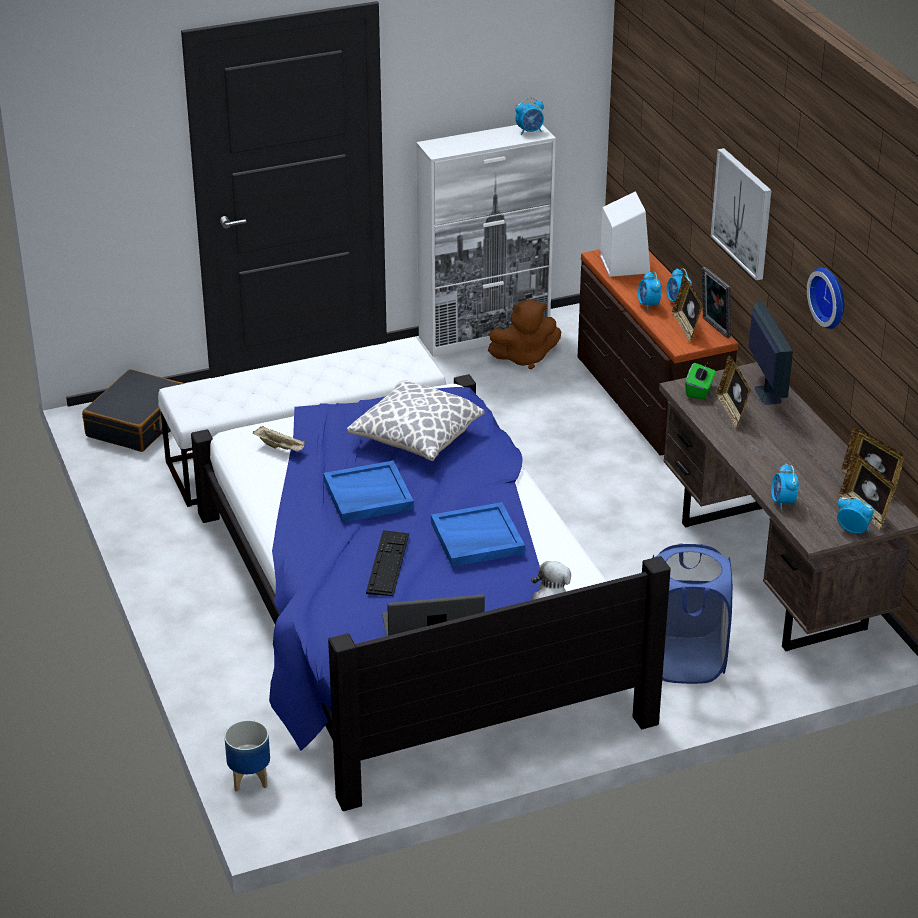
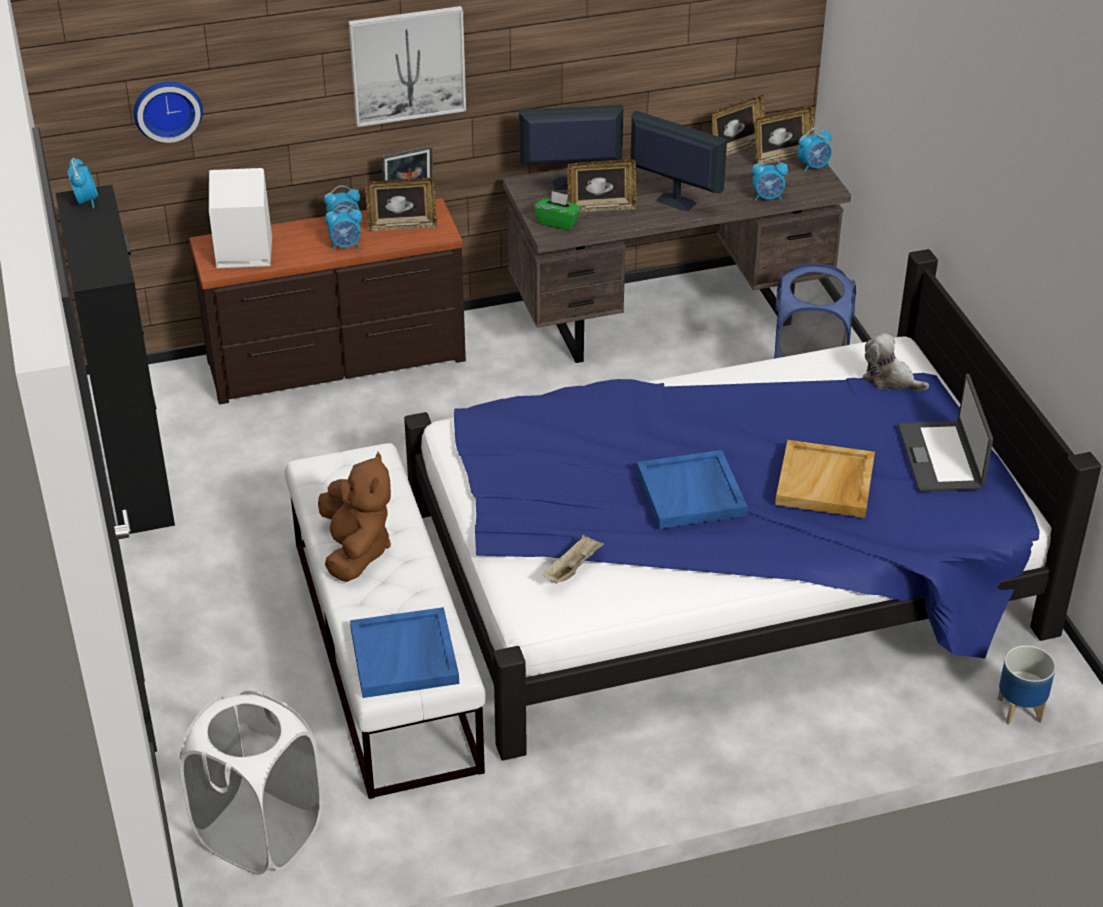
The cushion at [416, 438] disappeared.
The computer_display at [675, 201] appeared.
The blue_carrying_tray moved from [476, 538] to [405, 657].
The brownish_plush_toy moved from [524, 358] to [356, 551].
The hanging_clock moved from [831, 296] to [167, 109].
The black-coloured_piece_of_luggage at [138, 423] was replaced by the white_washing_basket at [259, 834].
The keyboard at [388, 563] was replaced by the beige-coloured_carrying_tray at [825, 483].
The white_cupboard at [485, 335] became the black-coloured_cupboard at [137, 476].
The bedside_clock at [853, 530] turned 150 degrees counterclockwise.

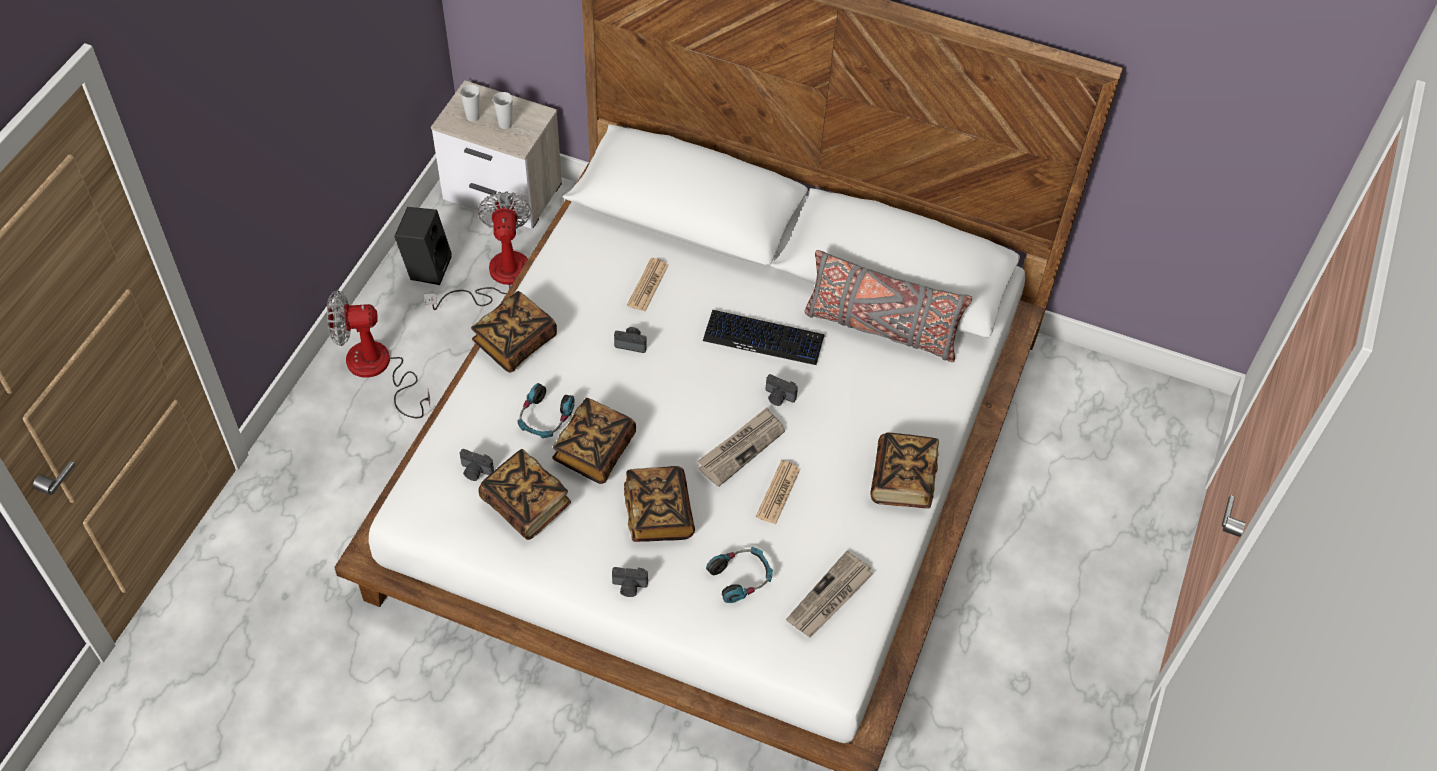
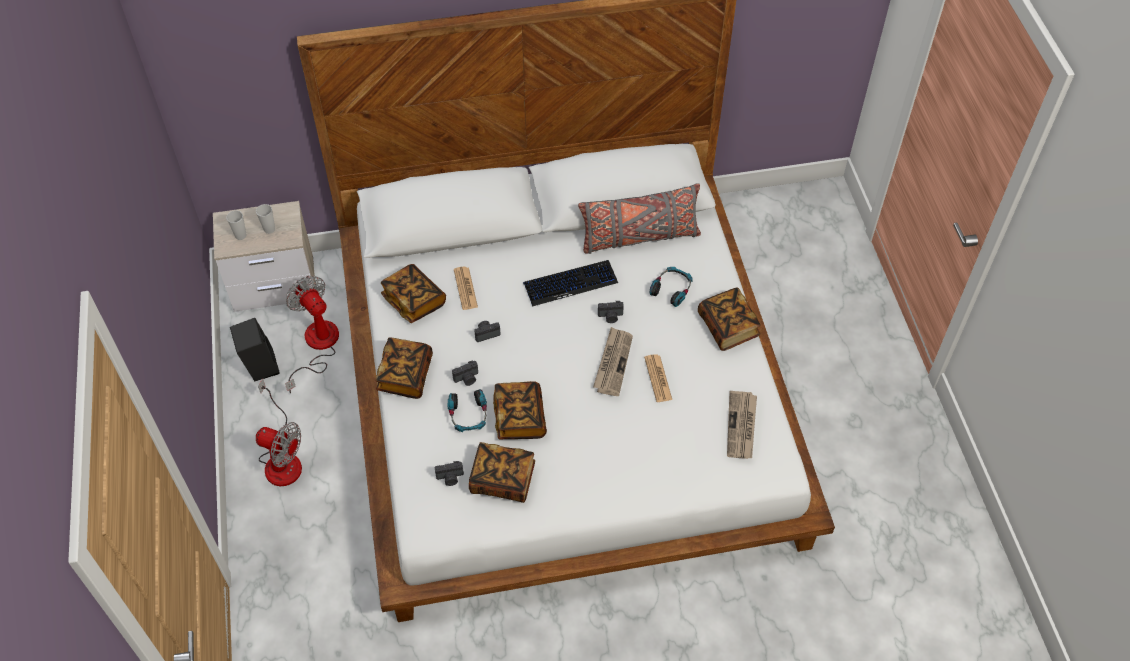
The photo_camera moved from [629, 587] to [467, 379].
The bound_book moved from [658, 514] to [414, 301].
The pair_of_headphones moved from [740, 577] to [671, 289].
The cooling_fan at [378, 370] turned 120 degrees counterclockwise.

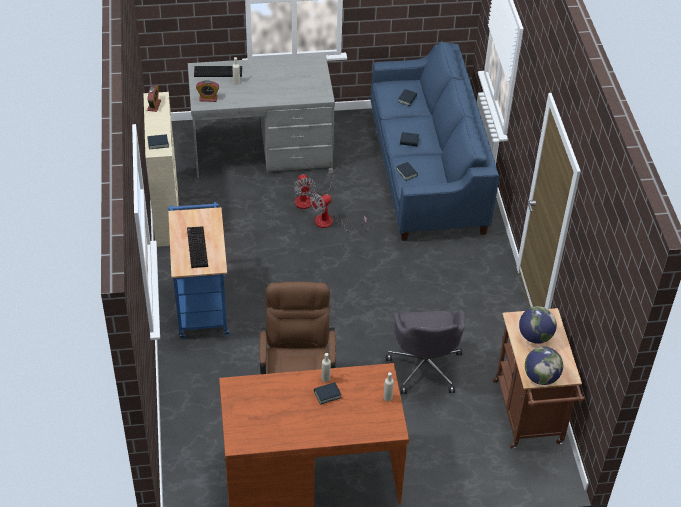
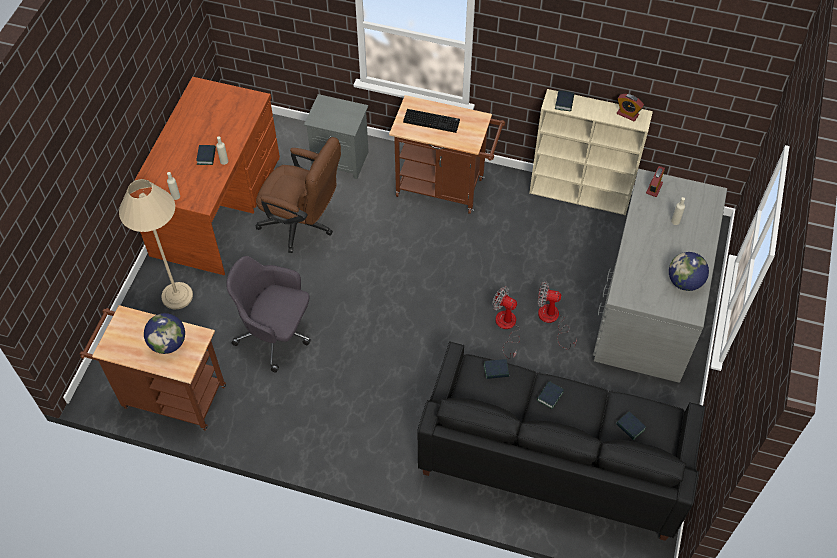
The keyboard at [218, 71] disappeared.
The beige-coloured_standard_lamp at [177, 296] appeared.
The grey_night_table at [341, 159] appeared.
The desk_globe moved from [541, 377] to [684, 282].
The blue_wheeled_cart at [201, 302] became the brownish_wheeled_cart at [445, 188].
The blue_sofa at [426, 171] became the black-coloured_sofa at [553, 458].
The cooling_fan at [330, 223] turned 45 degrees counterclockwise.

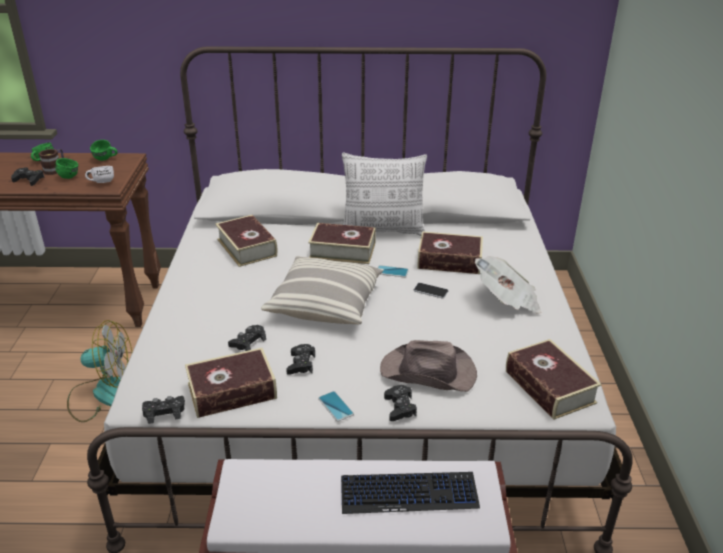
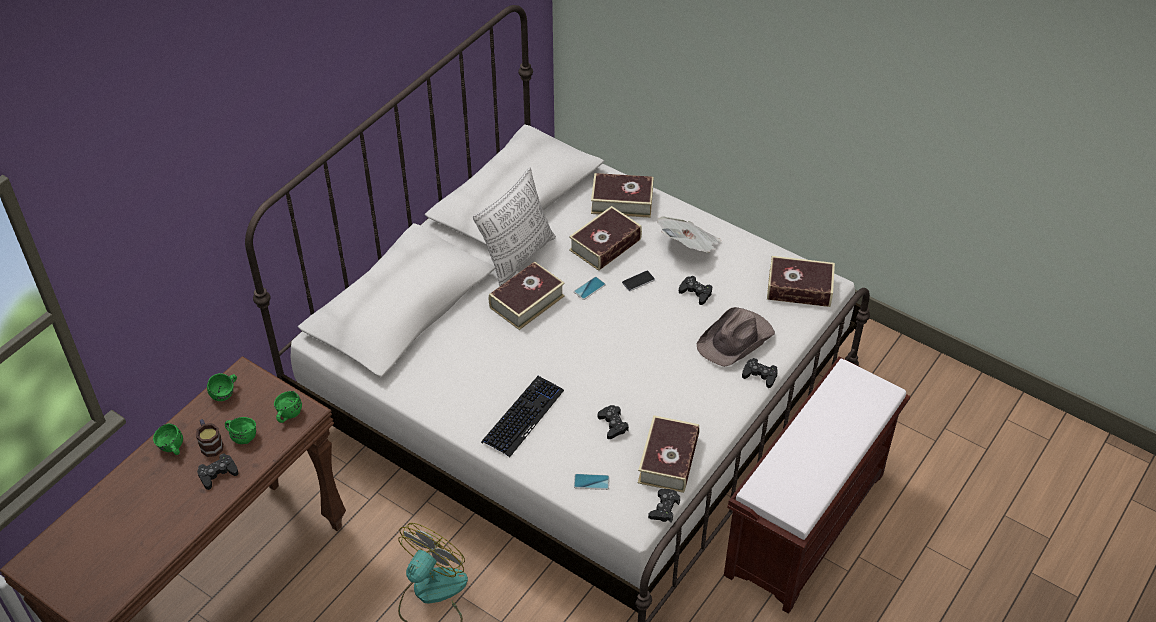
The cushion at [325, 304] disappeared.
The bound_book moved from [247, 247] to [622, 201].
The black-coloured_game_controller moved from [301, 364] to [695, 293].
The phone moved from [335, 406] to [591, 482].
The keyboard moved from [409, 493] to [523, 416].
The white_coffee_mug at [101, 182] became the green-coloured_coffee_mug at [287, 415].

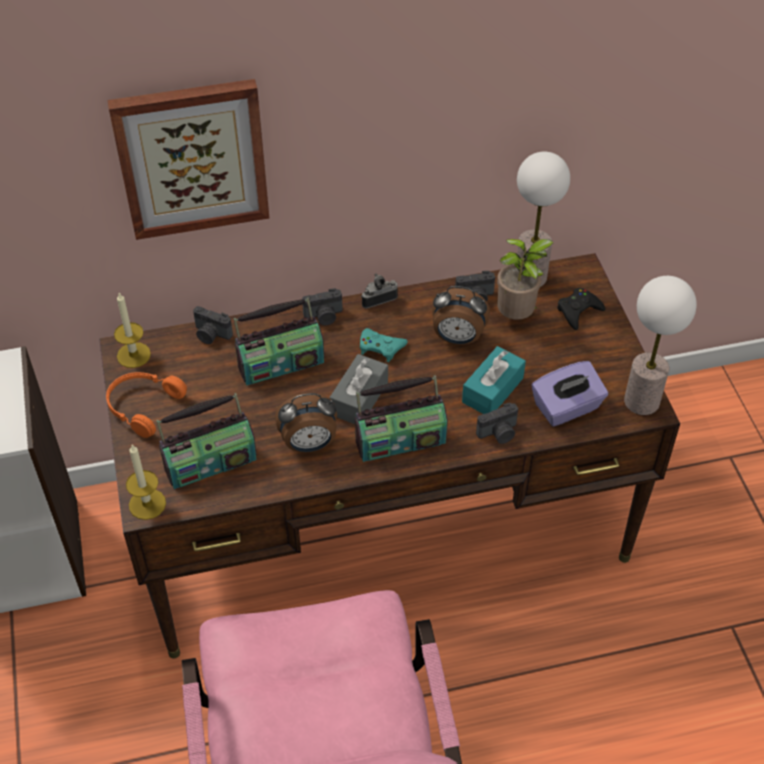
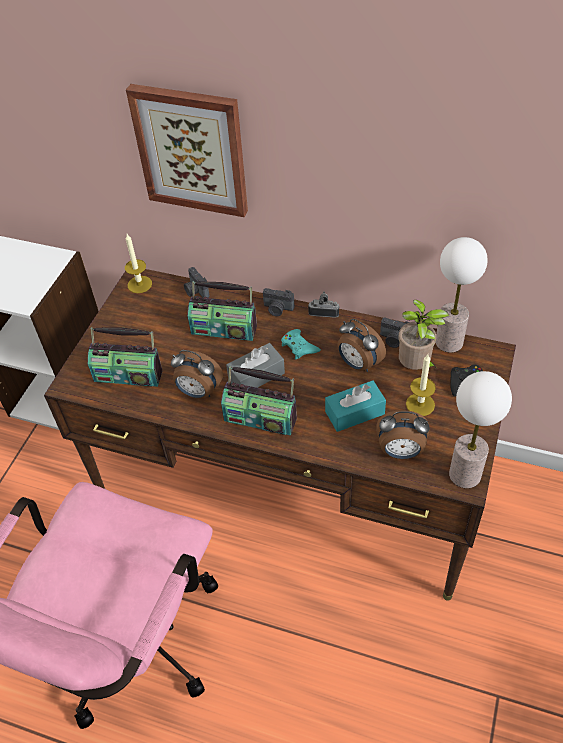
The orangey_pair_of_headphones at [142, 406] disappeared.
The photo_camera at [499, 433] disappeared.
The candle moved from [147, 504] to [420, 404].
The purple-coloured_tissue_holder at [567, 408] was replaced by the bedside_clock at [400, 452].

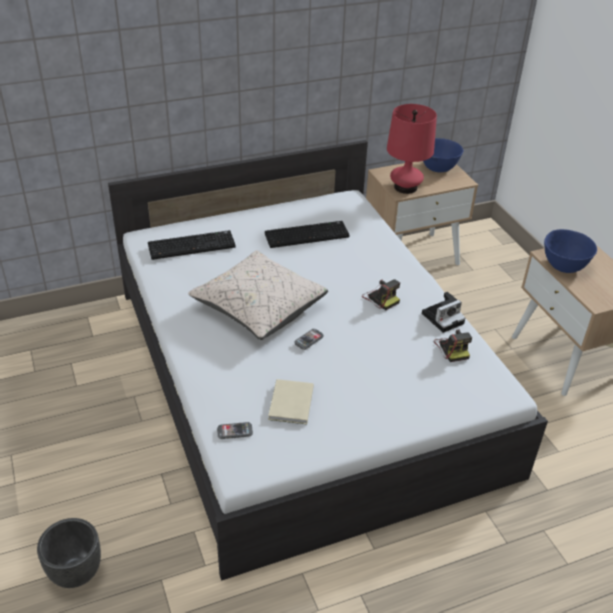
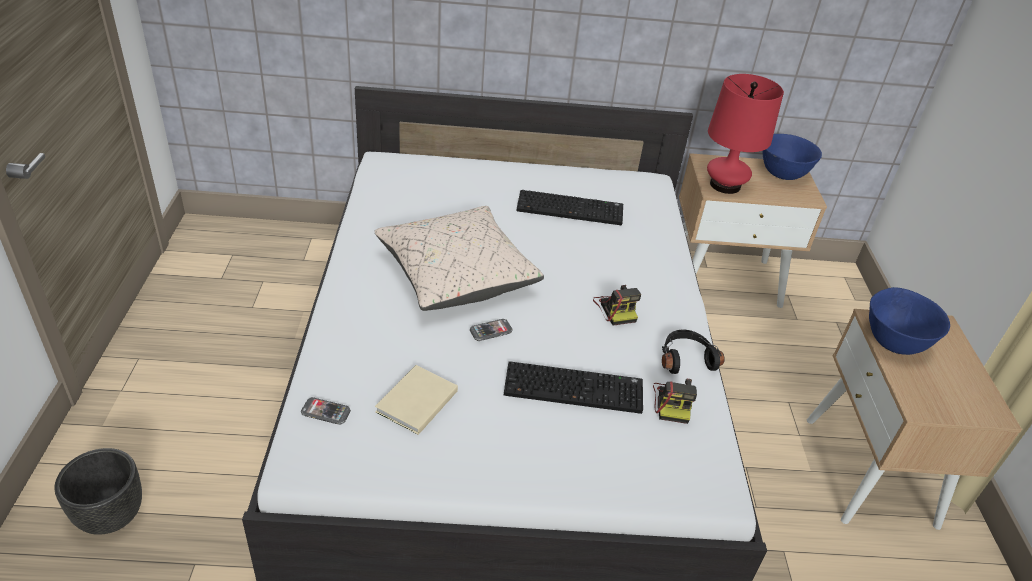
The keyboard moved from [192, 245] to [575, 387].
The photo_camera at [443, 317] was replaced by the black-coloured_pair_of_headphones at [686, 358].

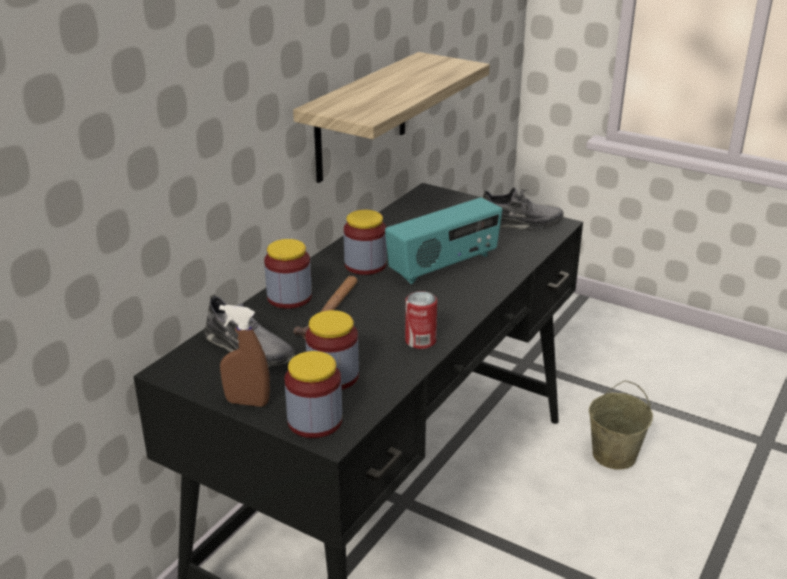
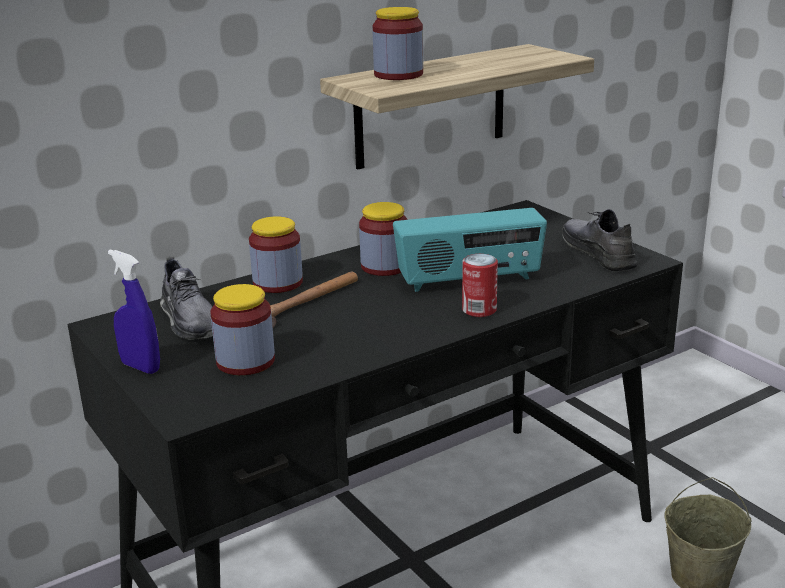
The jar moved from [315, 421] to [398, 75].
The sealed_can moved from [420, 341] to [479, 310].
The brownish_sprayer at [247, 402] became the blue_sprayer at [140, 367].
The grey_shoe at [518, 223] turned 135 degrees counterclockwise.

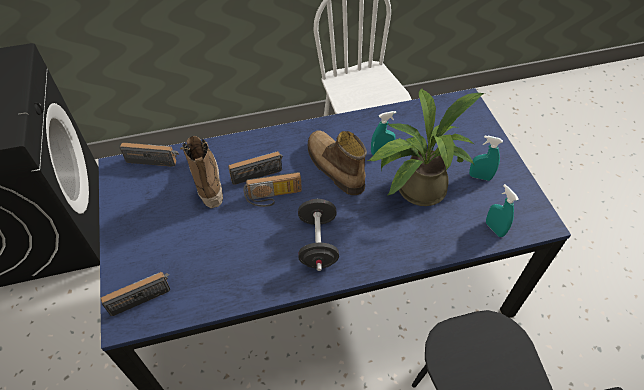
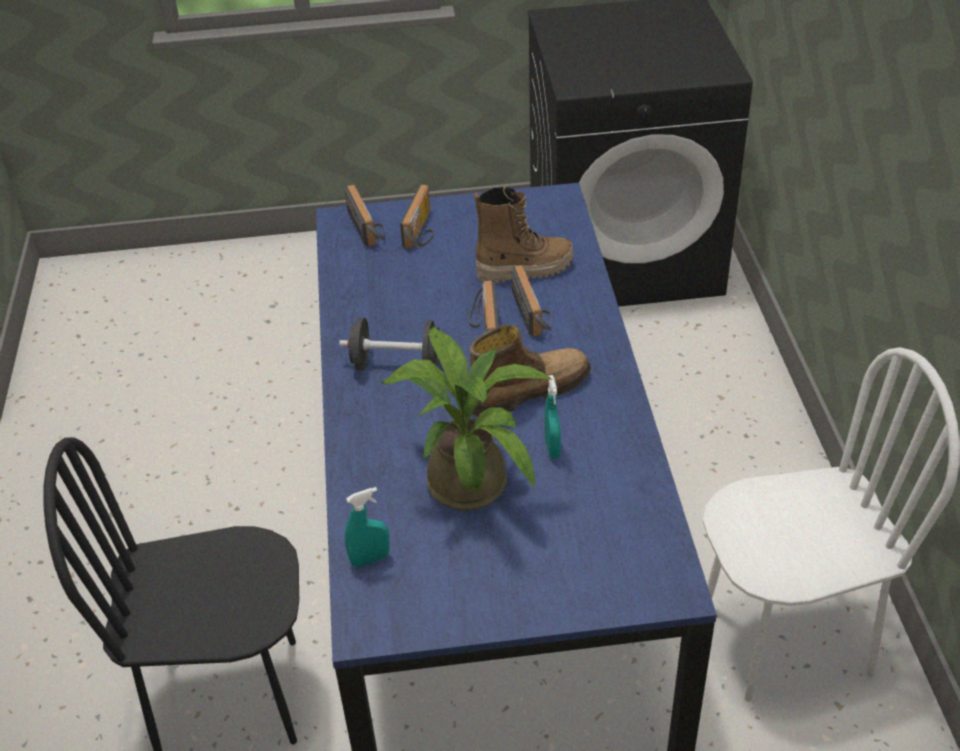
The turquoise_sprayer at [480, 177] disappeared.
The radio_receiver moved from [154, 158] to [423, 231].

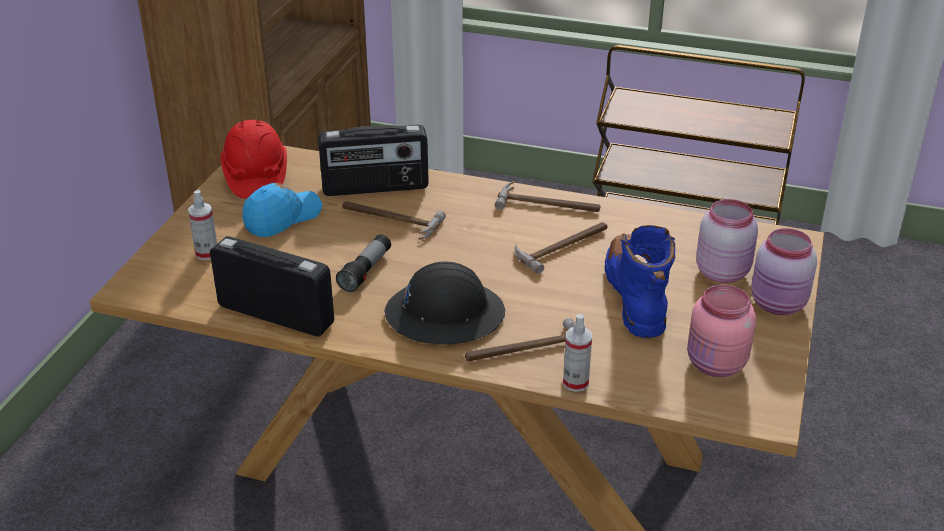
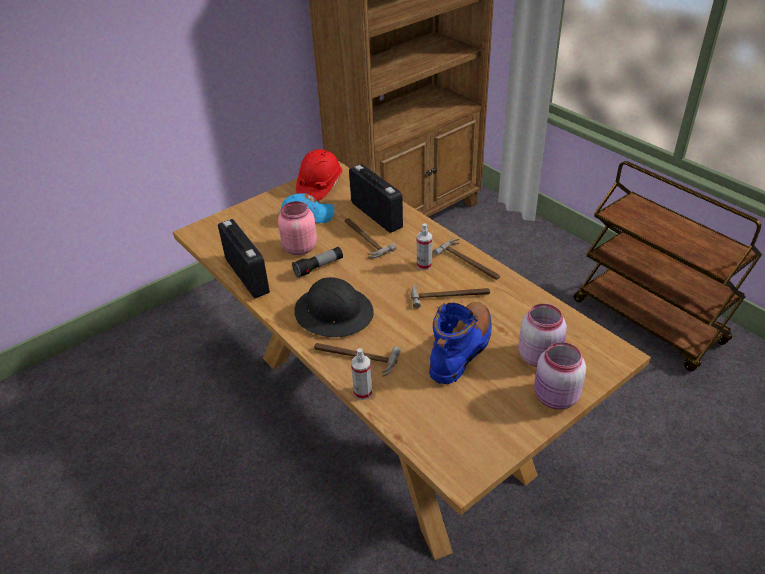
The sprayer moved from [207, 253] to [424, 265].
The pink-coloured_jar moved from [715, 365] to [299, 248].
The radio_receiver at [375, 188] turned 150 degrees counterclockwise.

